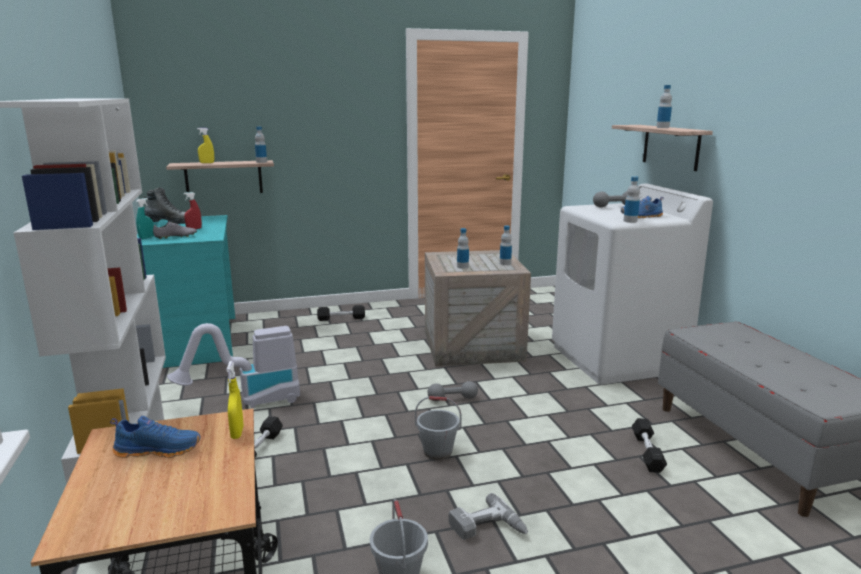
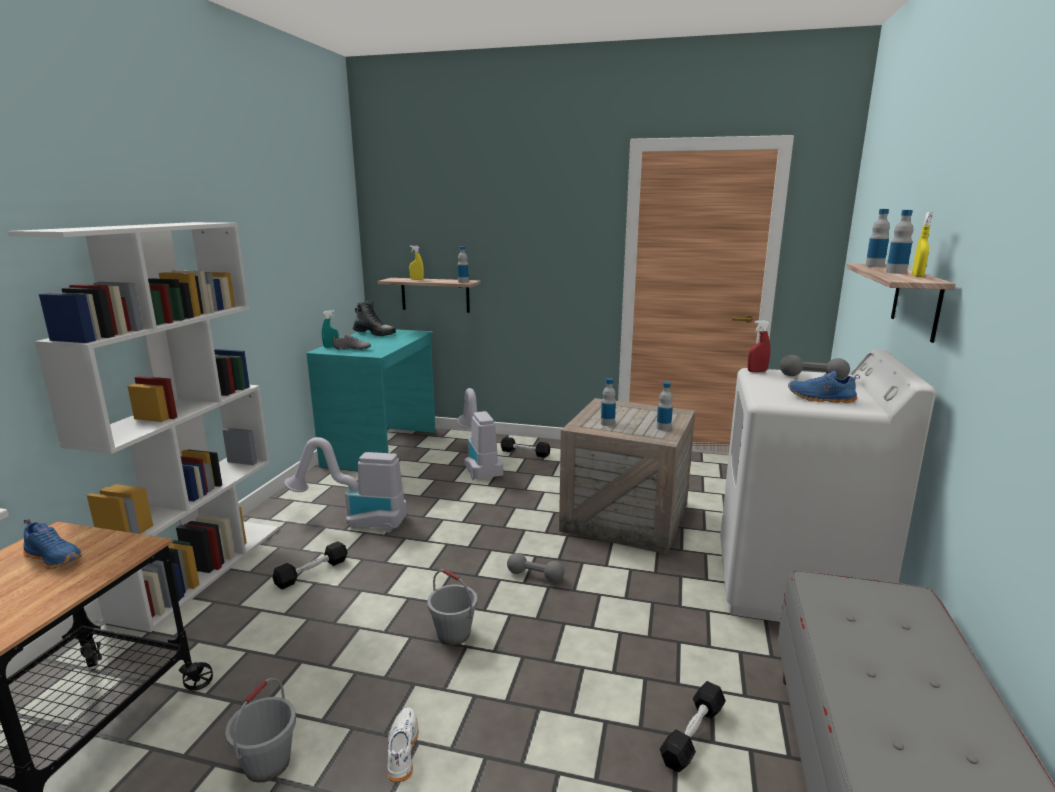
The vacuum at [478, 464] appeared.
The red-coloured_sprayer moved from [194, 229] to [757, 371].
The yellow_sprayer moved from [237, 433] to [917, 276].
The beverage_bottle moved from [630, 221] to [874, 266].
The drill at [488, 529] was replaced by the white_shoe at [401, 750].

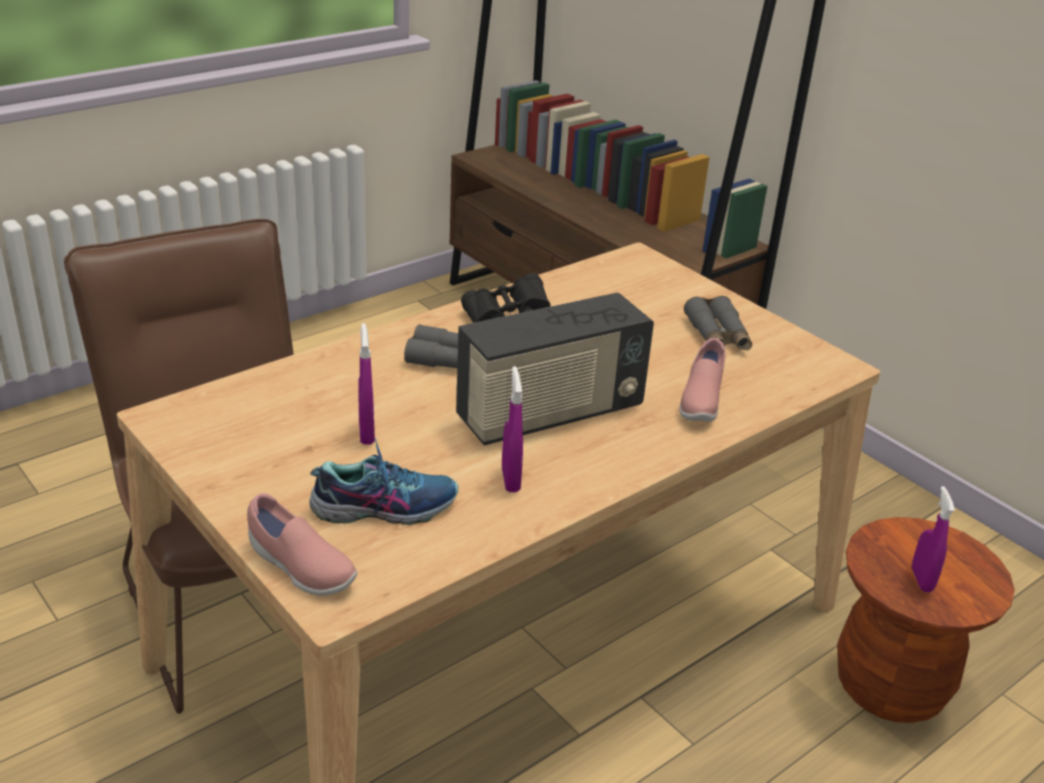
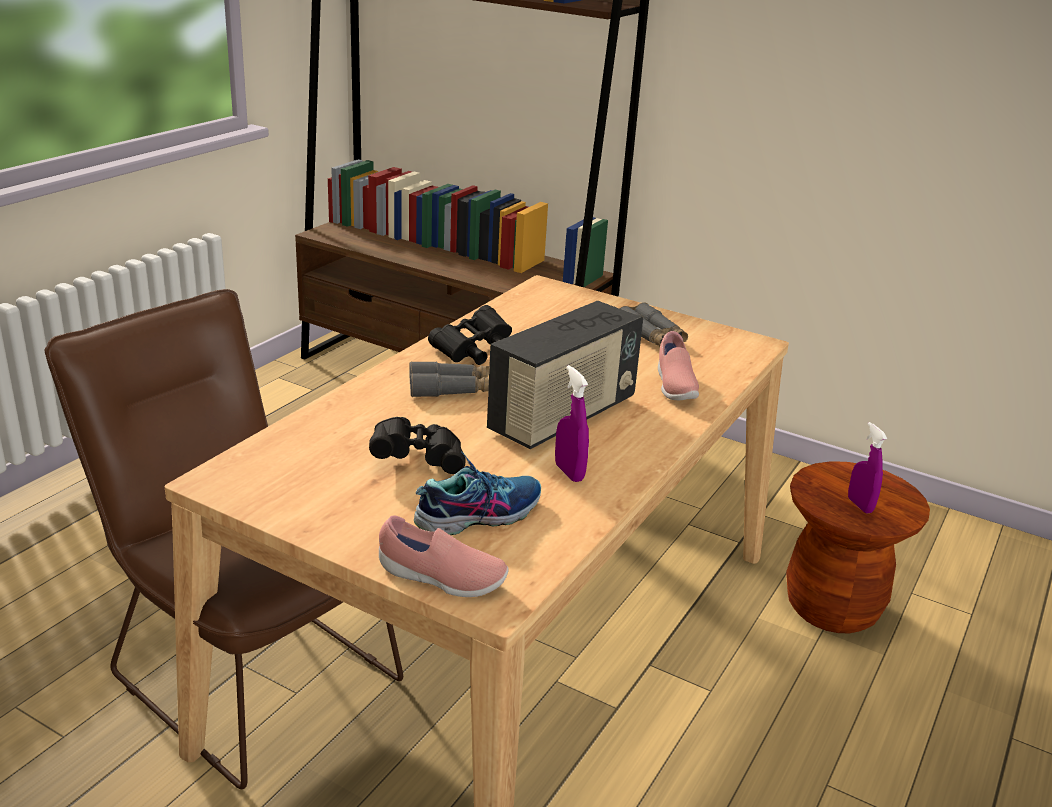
The purple-coloured_sprayer at [366, 433] was replaced by the black-coloured_pair_of_binoculars at [418, 459].

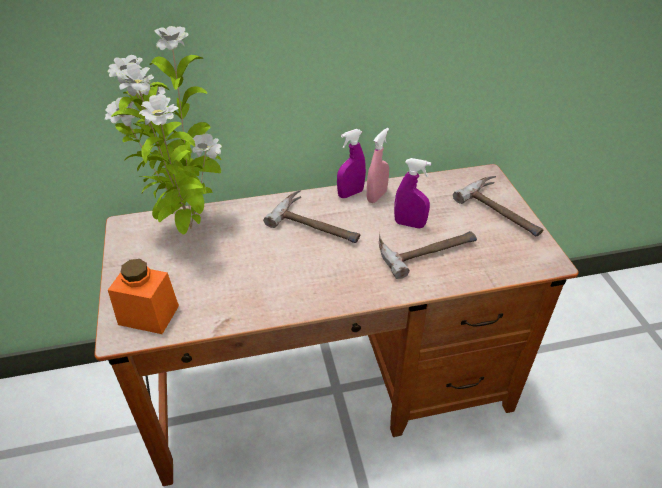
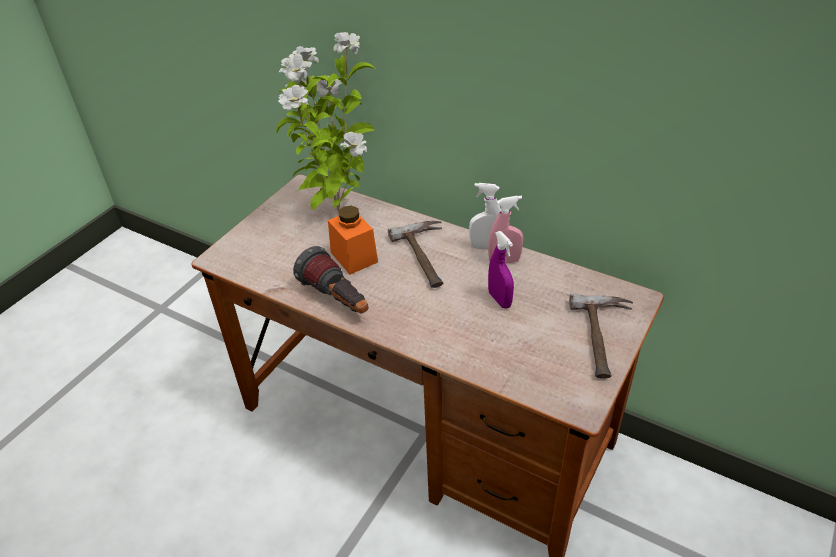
The hand_hammer at [425, 248] disappeared.
The hand_torch at [337, 300] appeared.
The orangey_jar moved from [149, 315] to [354, 257].
The purple-coloured_sprayer at [350, 193] became the white_sprayer at [485, 247].

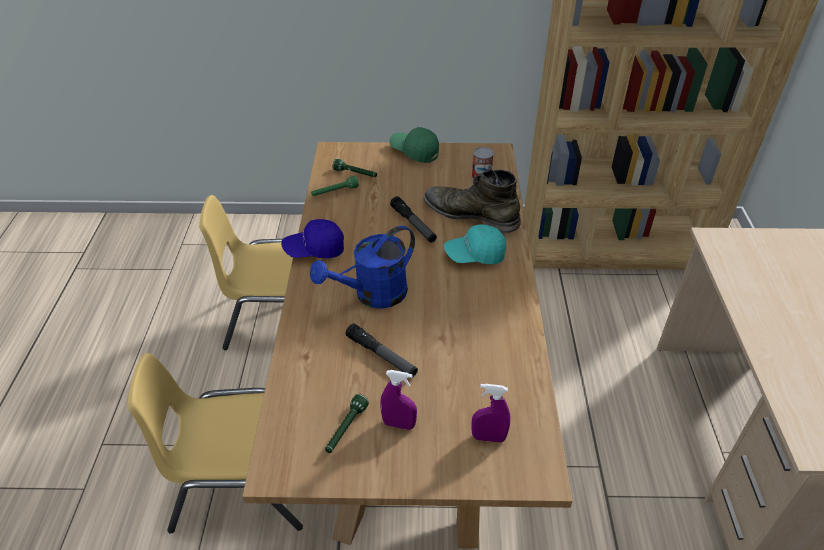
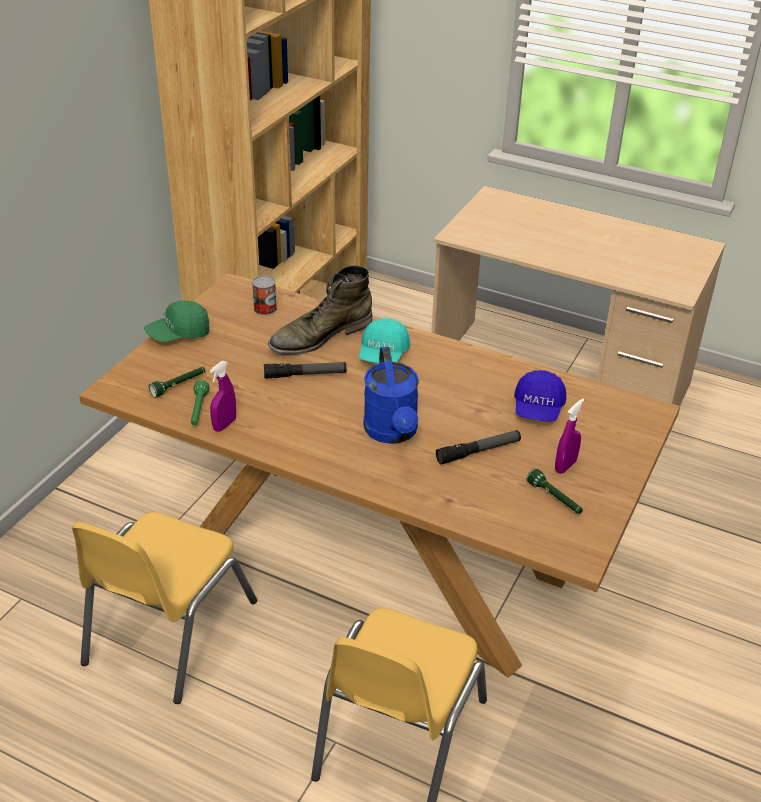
The blue_baseball_cap moved from [314, 250] to [538, 409].
The purple-coloured_sprayer moved from [488, 437] to [224, 425].

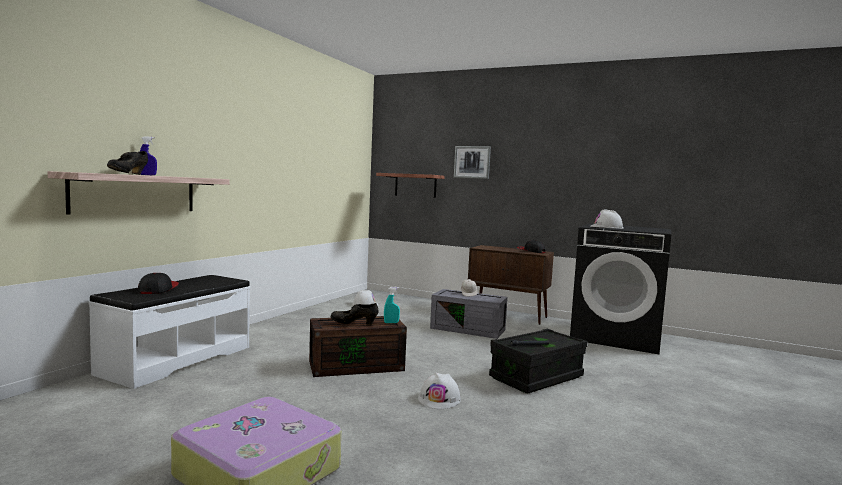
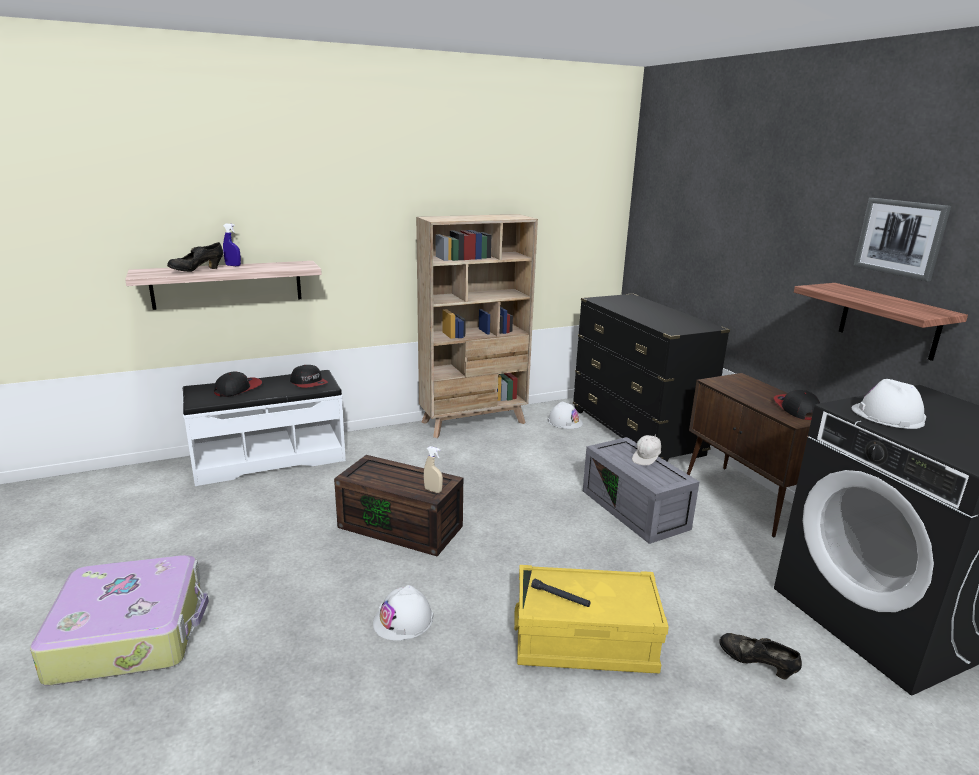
The baseball_cap at [309, 383] appeared.
The beige-coloured_shelving_unit at [474, 422] appeared.
The black-coloured_dresser at [635, 432] appeared.
The black-coloured_shoe moved from [354, 324] to [756, 665].
The bracket_shelf moved from [415, 185] to [889, 321].
The picture moved from [472, 162] to [900, 238].
The turquoise_sprayer at [391, 322] became the beige-coloured_sprayer at [433, 490].
The black-coloured_storage_container at [536, 377] became the yellow_storage_container at [584, 642].

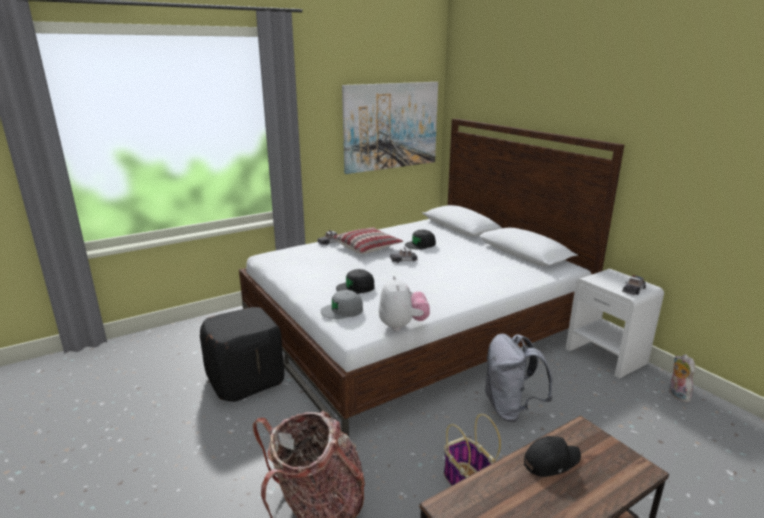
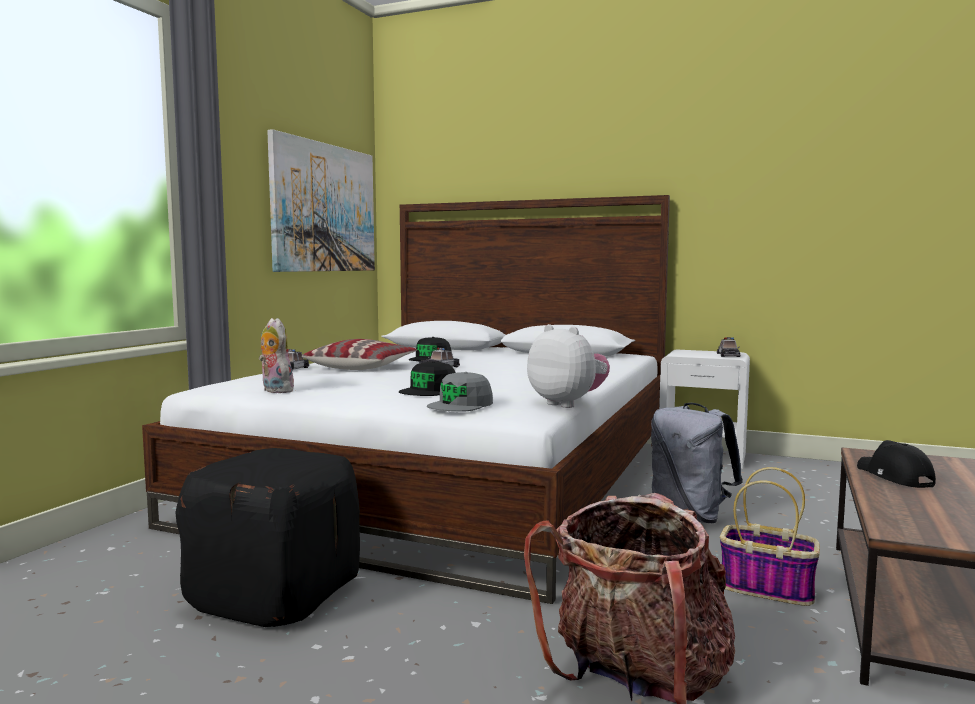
The plush_toy moved from [676, 395] to [275, 391].
The black-coloured_baseball_cap at [550, 461] turned 45 degrees counterclockwise.

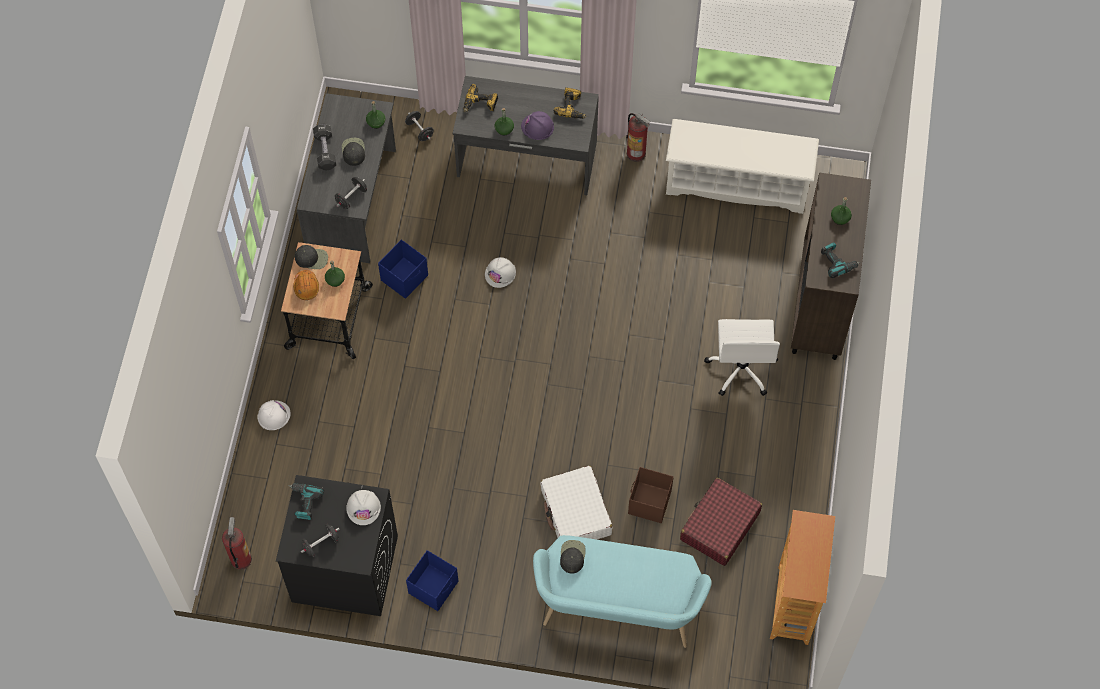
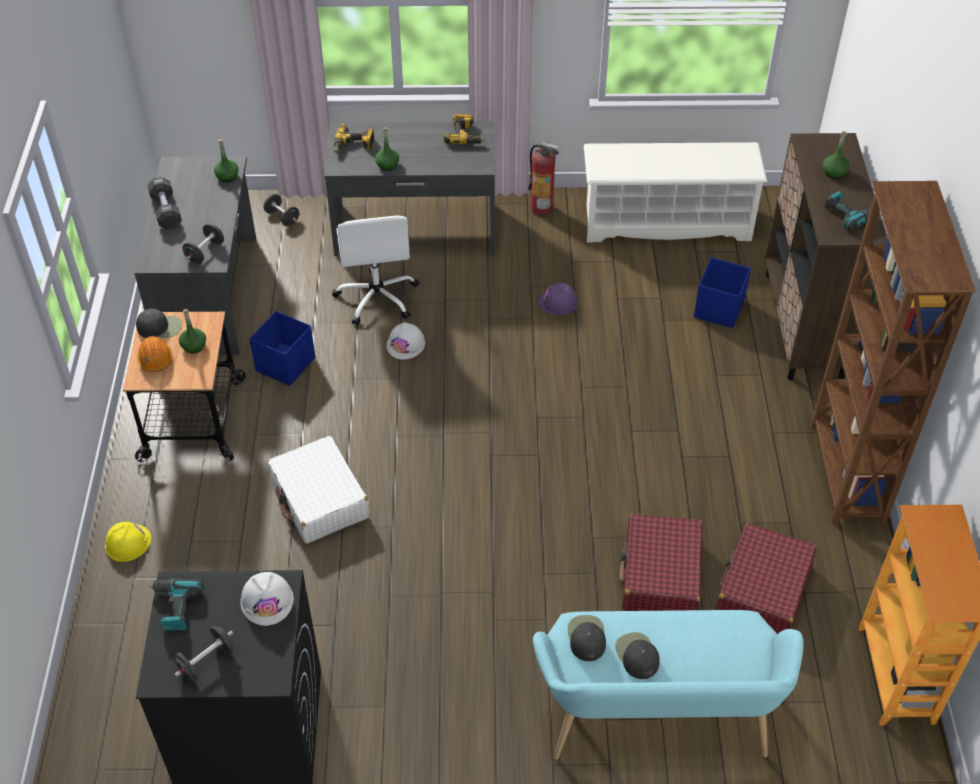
The extinguisher at [240, 559] disappeared.
The brownish_shelving_unit at [845, 474] appeared.
The black-coloured_baseball_cap moved from [353, 151] to [637, 655].
The blue_storage_container moved from [434, 587] to [719, 308].
The purple-coloured_hard_hat moved from [537, 127] to [558, 302].
The white_piece_of_luggage moved from [575, 512] to [319, 499].
The white_computer_chair moved from [741, 368] to [377, 297].
The brownish_storage_container at [649, 503] was replaced by the red-coloured_piece_of_luggage at [660, 575].
The white_hard_hat at [273, 415] became the yellow_hard_hat at [128, 543].

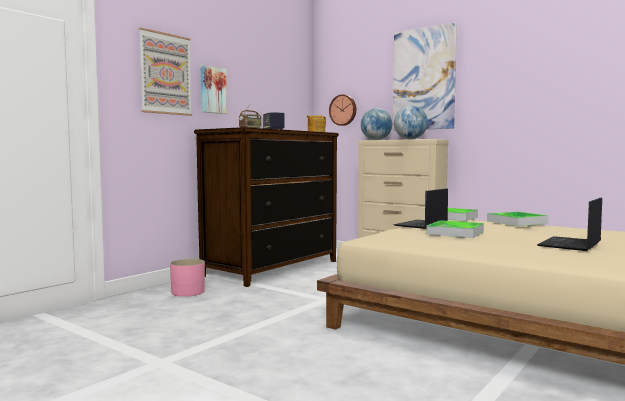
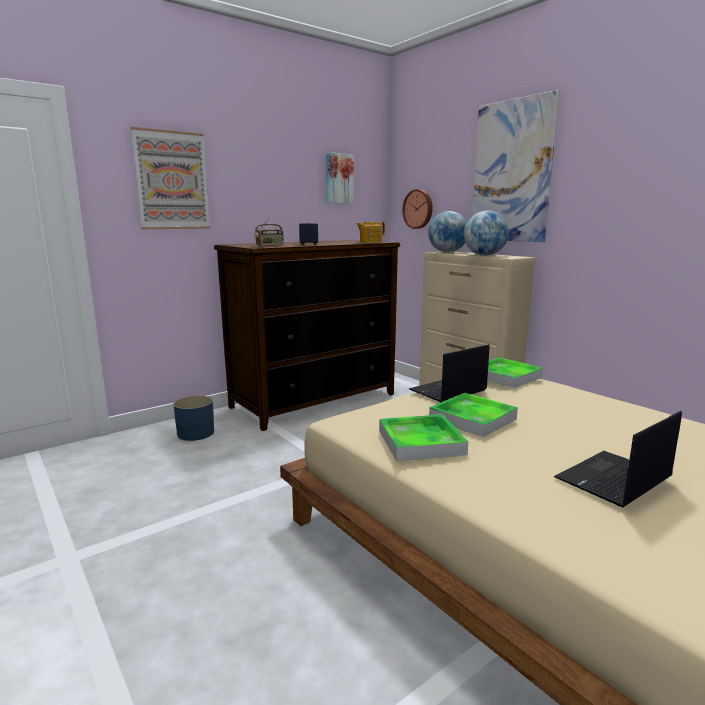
The picture moved from [212, 90] to [338, 178].
The carrying_tray moved from [516, 222] to [421, 442].
The pink-coloured_planter at [188, 292] became the blue_planter at [196, 433].

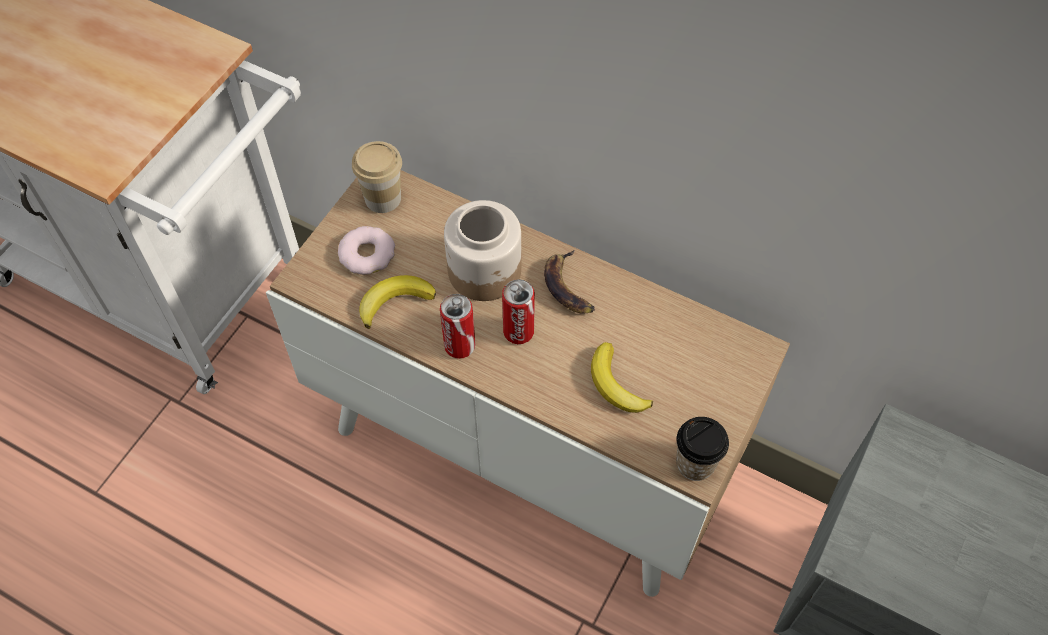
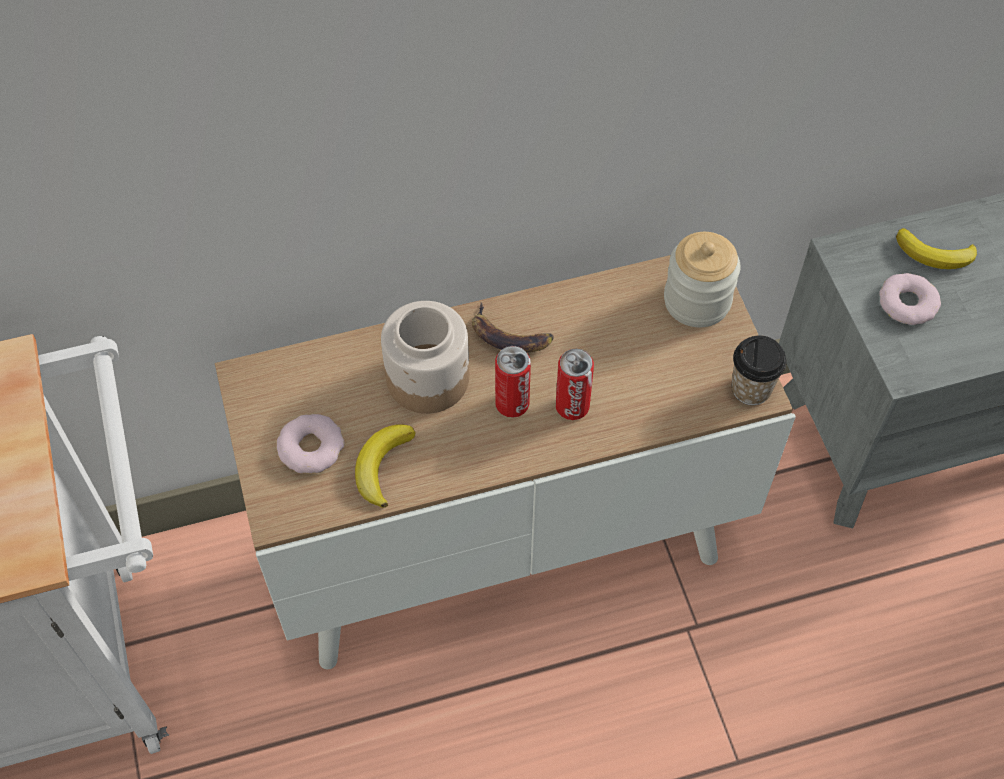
The cup at [383, 198] disappeared.
The jar at [697, 301] appeared.
The doughnut at [907, 303] appeared.
The sealed_can moved from [459, 346] to [572, 406].
The whole_banana moved from [616, 384] to [935, 254].

